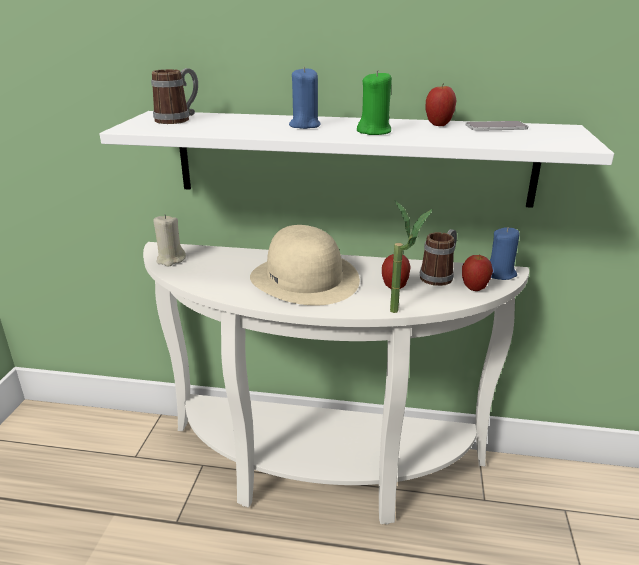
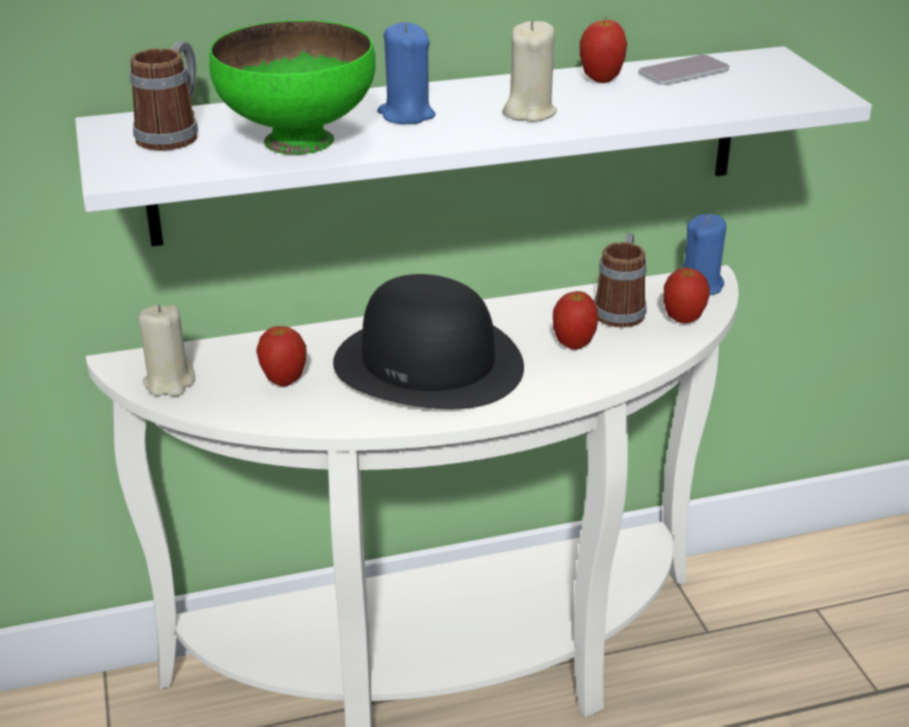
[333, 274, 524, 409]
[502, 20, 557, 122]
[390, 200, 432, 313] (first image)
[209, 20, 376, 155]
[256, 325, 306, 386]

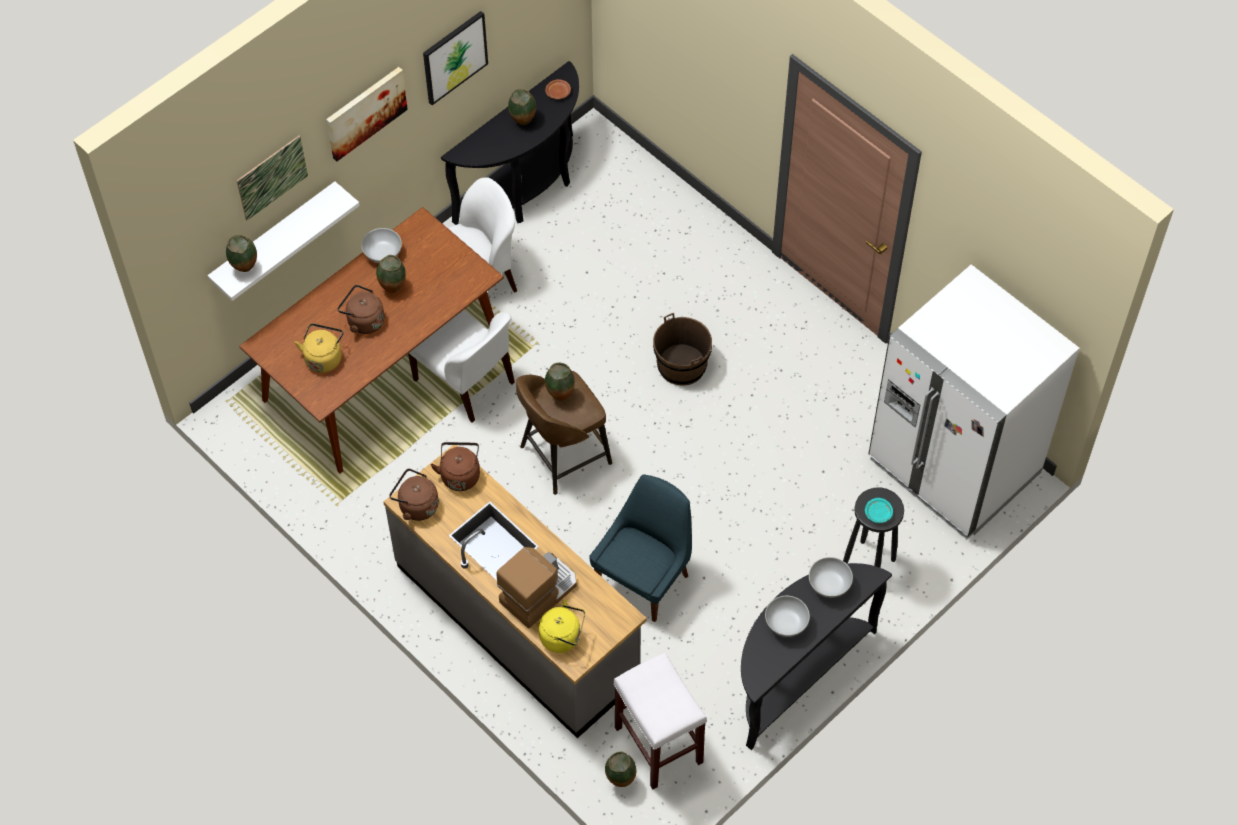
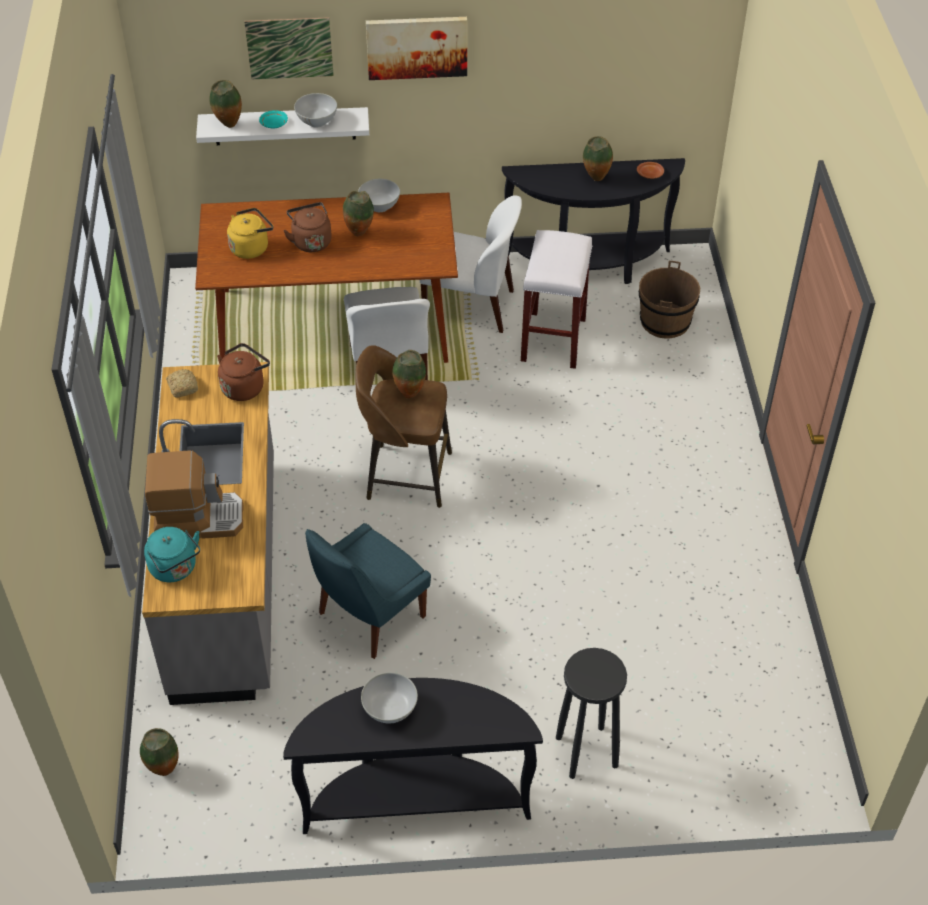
[166, 369, 198, 398]
[423, 11, 488, 105] (first image)
[144, 527, 200, 582]
[305, 523, 431, 659]
[521, 230, 592, 369]
[639, 261, 700, 339]
[294, 93, 337, 127]
[259, 110, 288, 128]
[868, 264, 1080, 540] (first image)

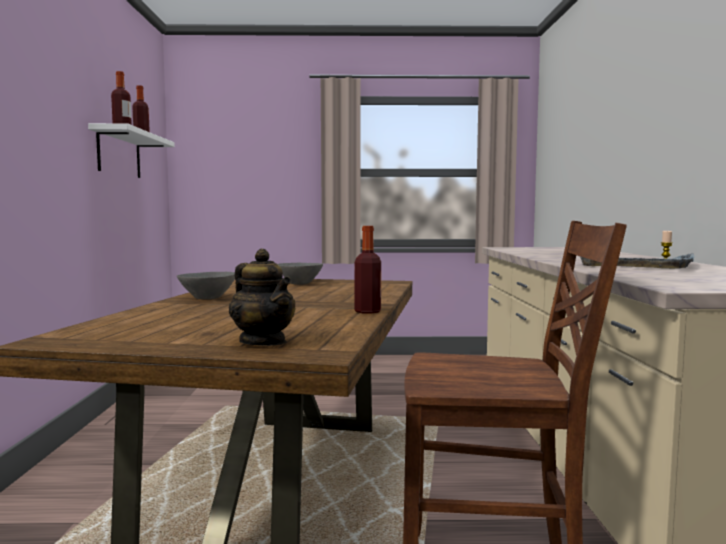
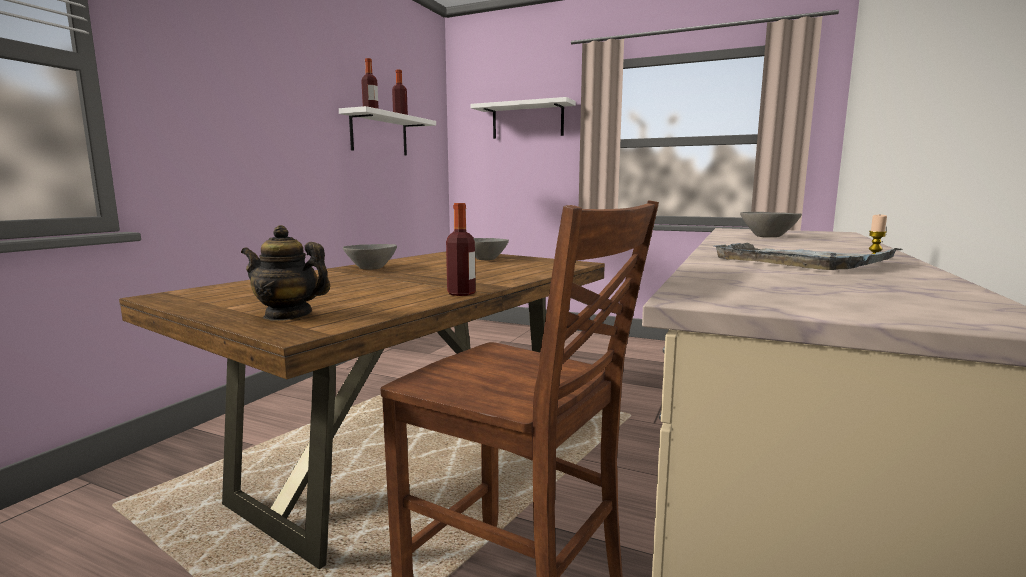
[241, 225, 330, 321]
[471, 97, 576, 139]
[740, 212, 802, 237]

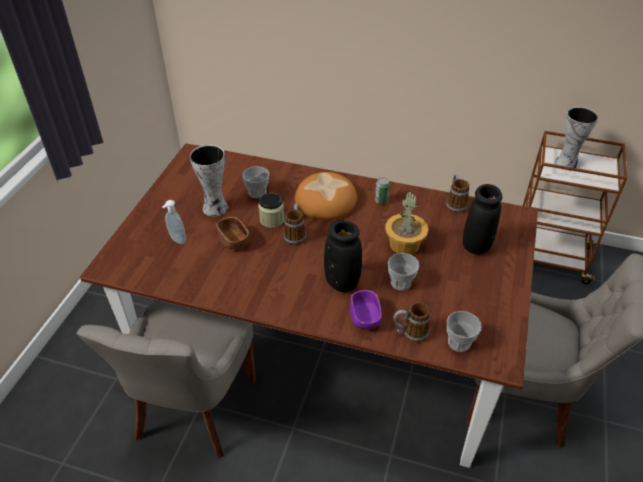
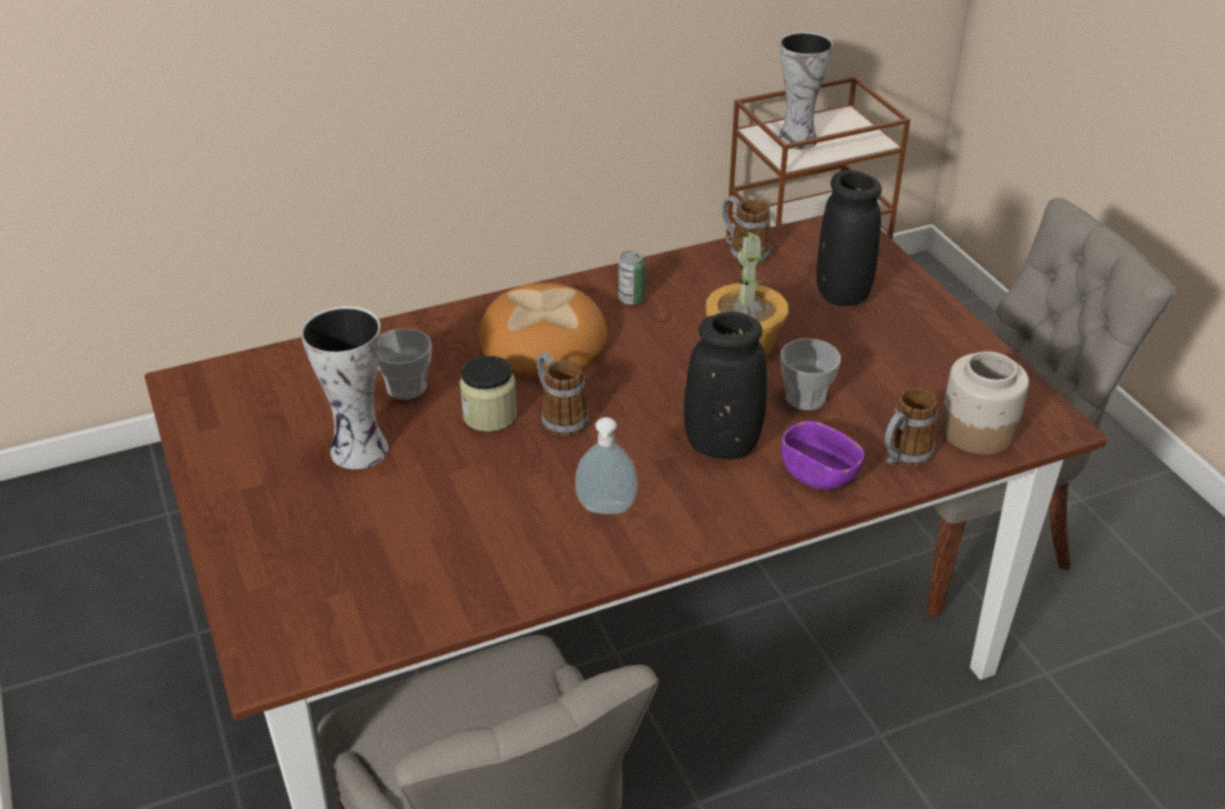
[575, 417, 638, 514]
[216, 217, 250, 249] (first image)
[940, 351, 1029, 455]

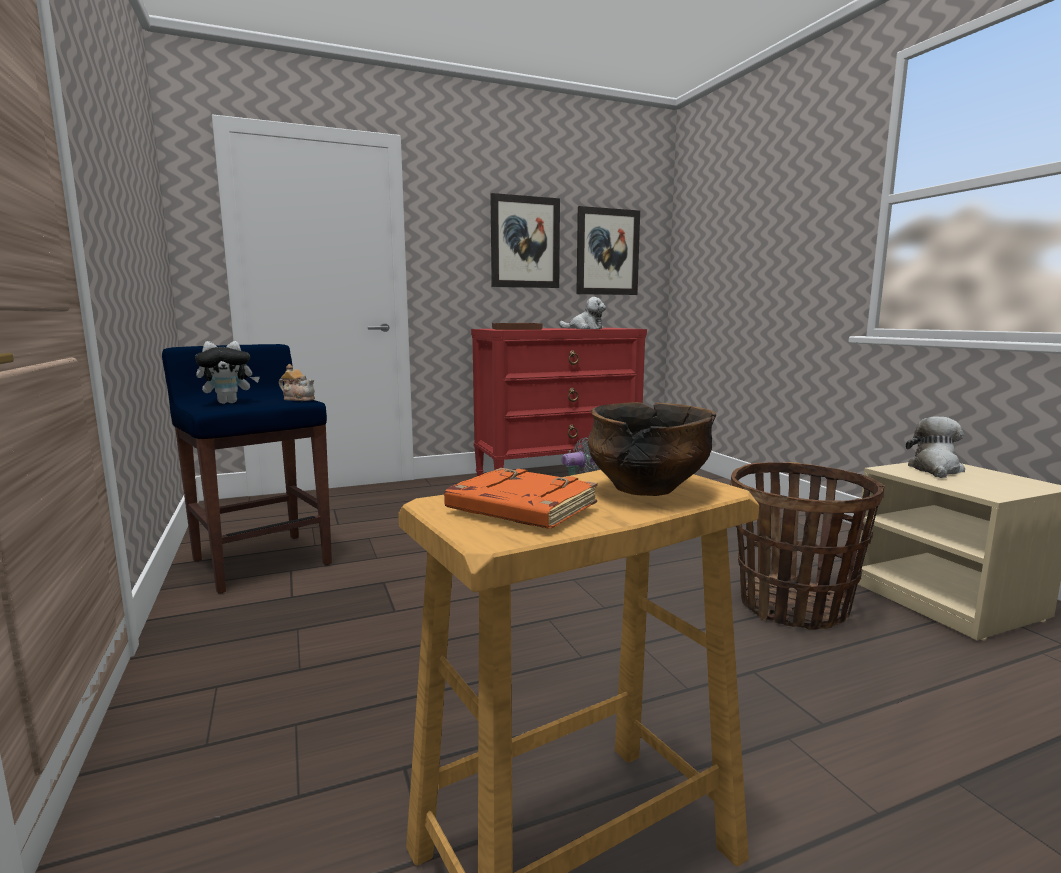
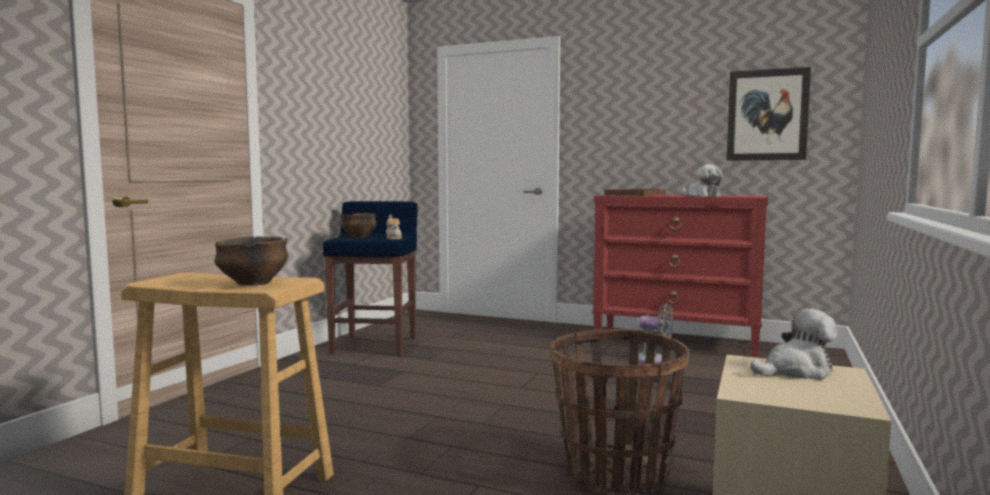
[340, 213, 377, 238]
[444, 468, 598, 529] (first image)
[490, 193, 560, 288] (first image)

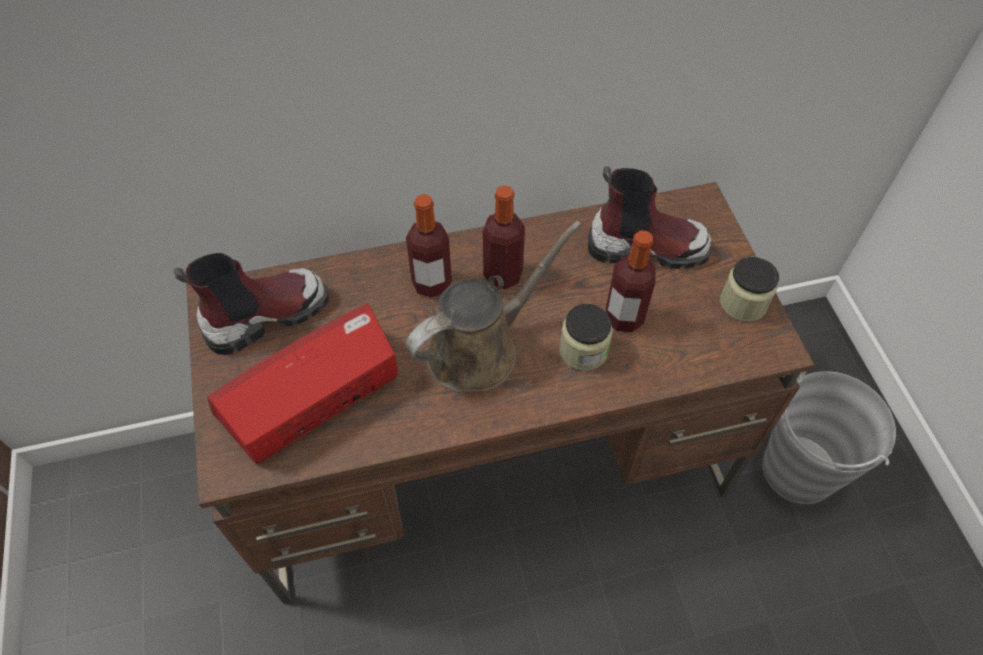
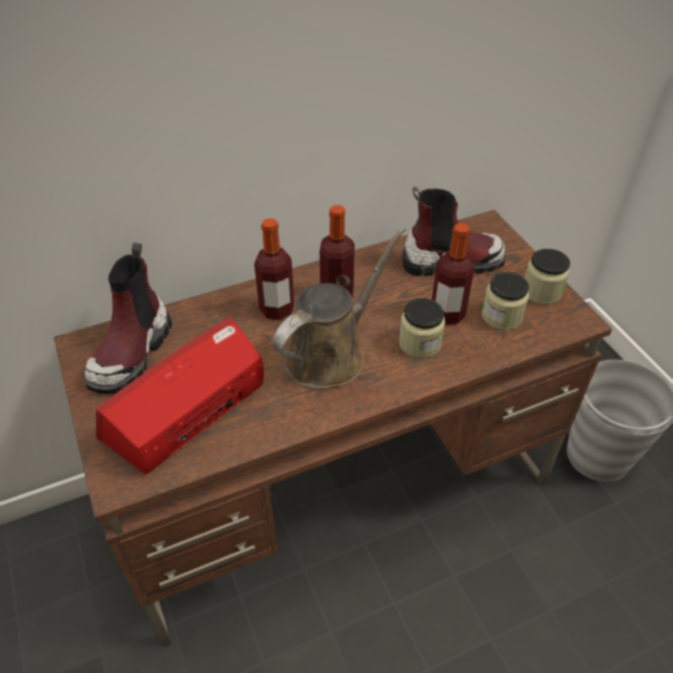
[85, 242, 172, 394]
[482, 272, 529, 330]

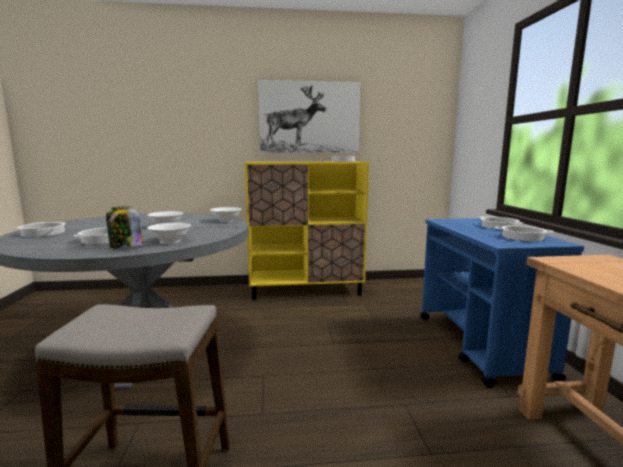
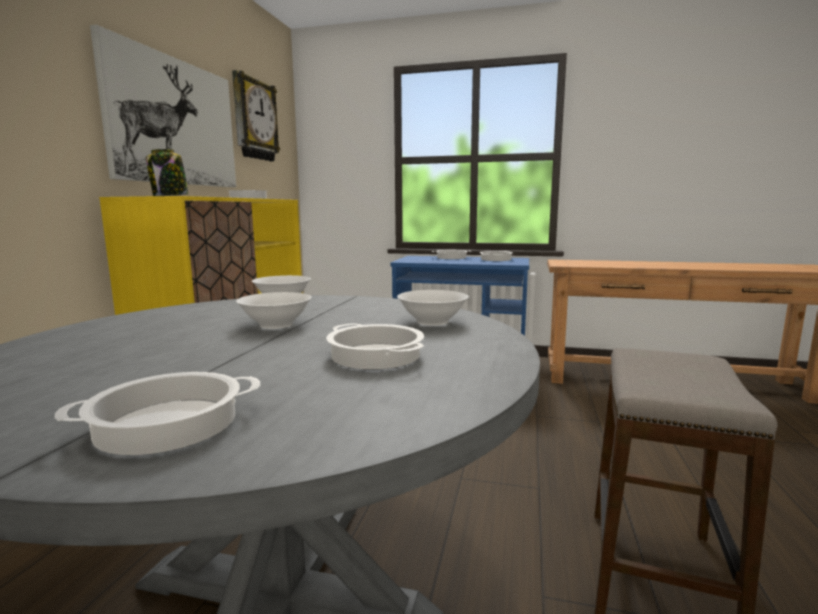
[146, 149, 189, 196]
[232, 70, 280, 161]

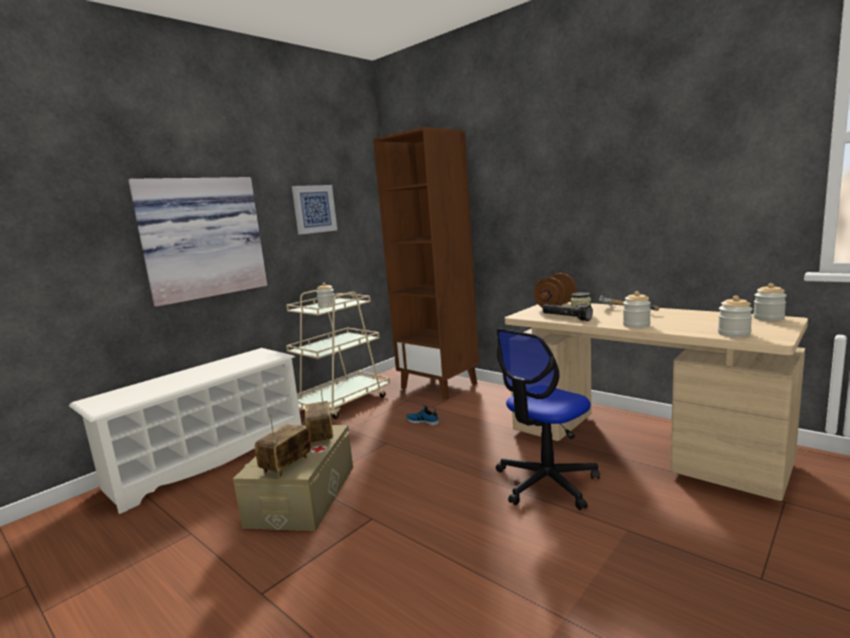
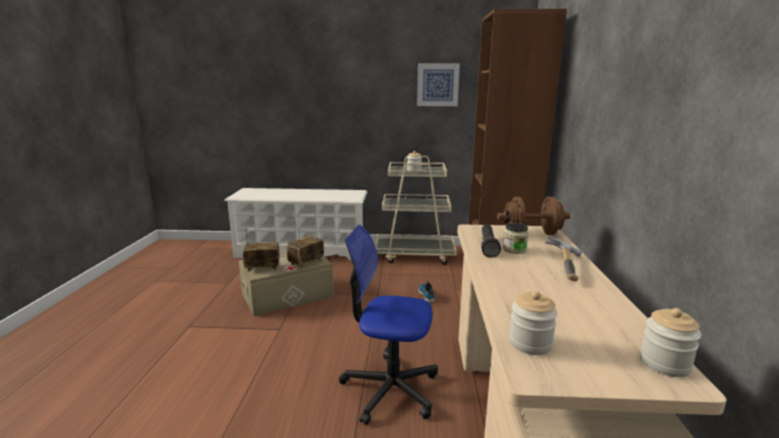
[128, 177, 267, 307] (first image)
[623, 291, 651, 328] (first image)

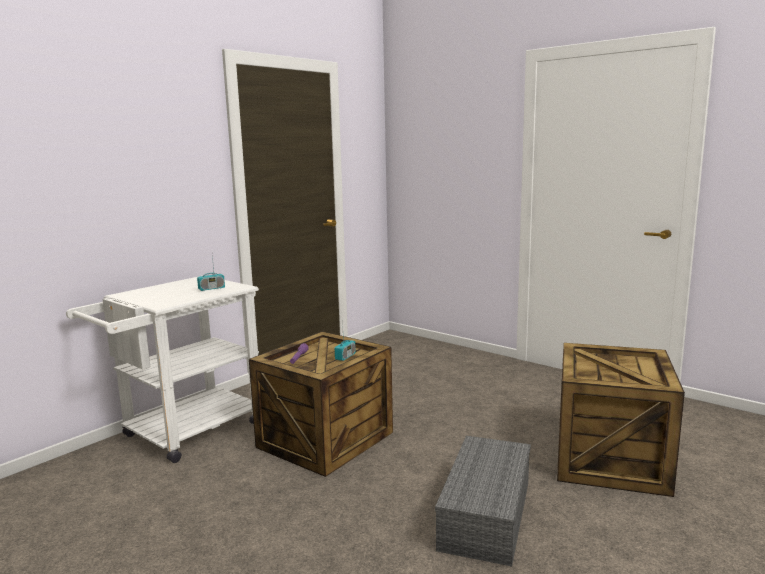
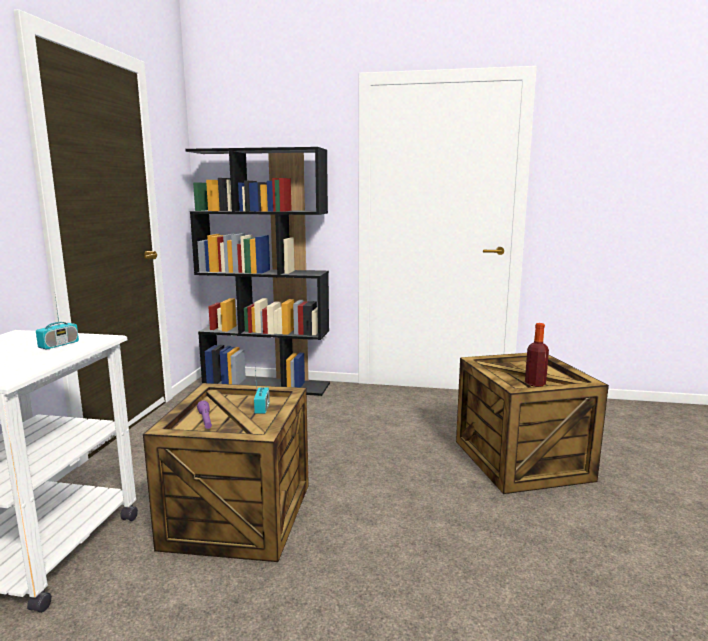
[435, 436, 531, 567] (first image)
[186, 147, 330, 396]
[525, 323, 549, 387]

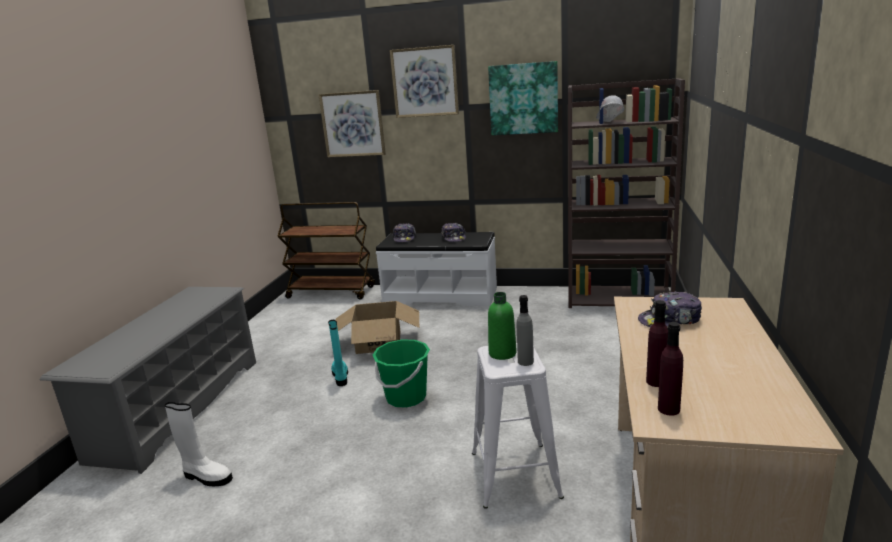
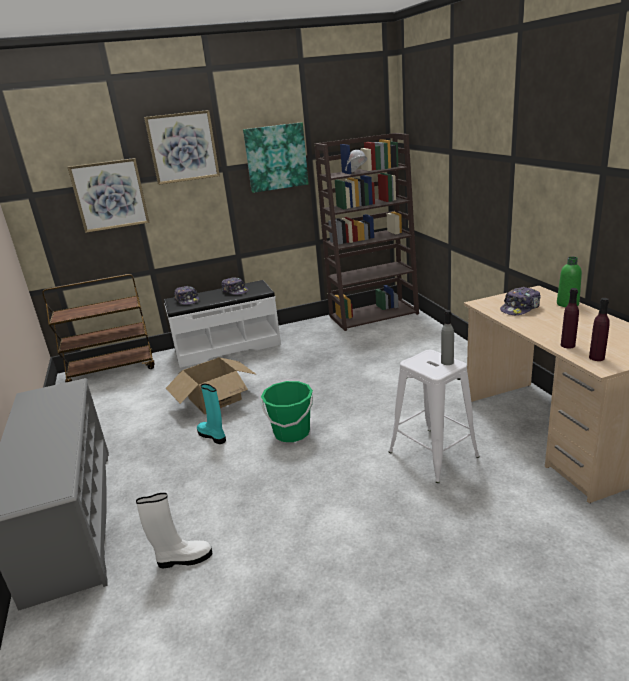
[557, 257, 582, 307]

